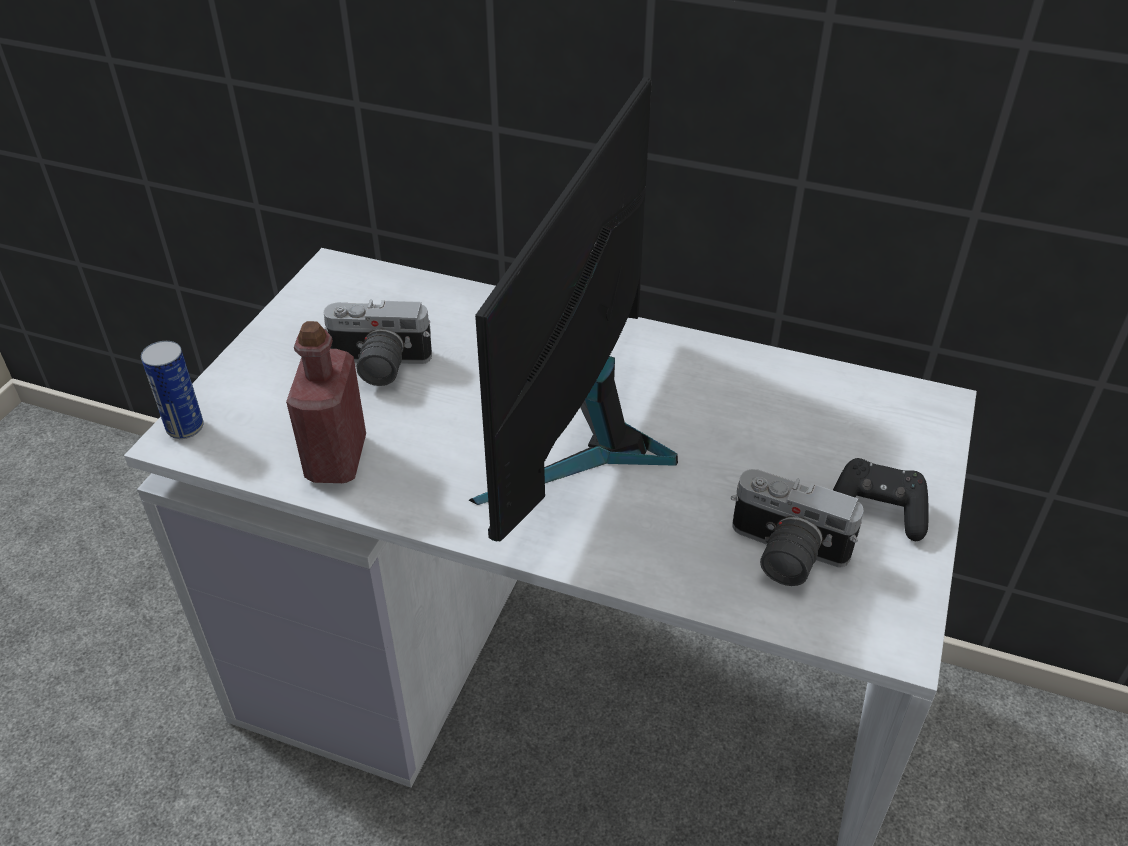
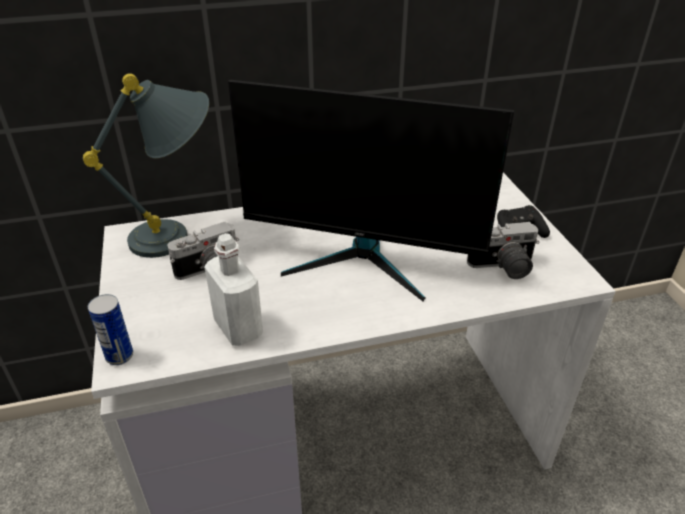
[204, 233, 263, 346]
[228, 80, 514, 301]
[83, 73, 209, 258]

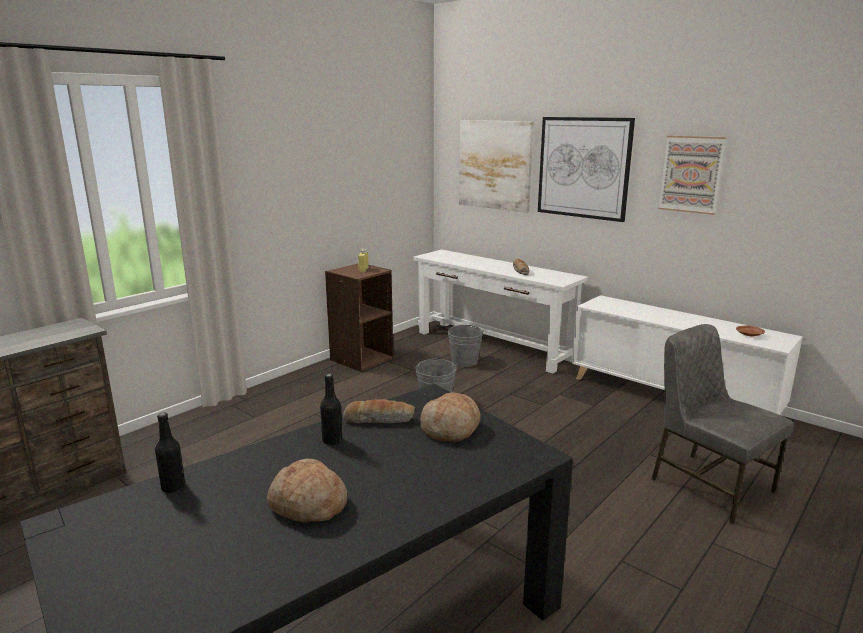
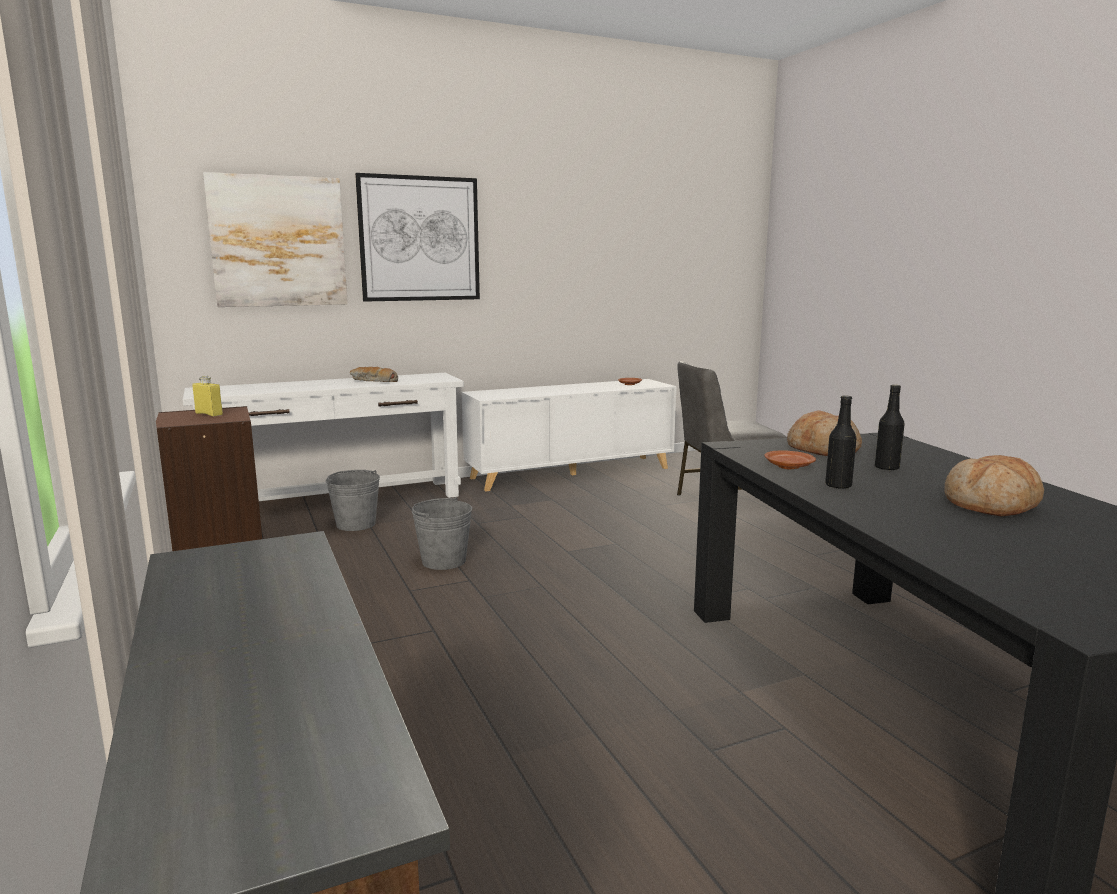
[875, 385, 905, 470]
[765, 450, 816, 469]
[658, 136, 726, 215] (first image)

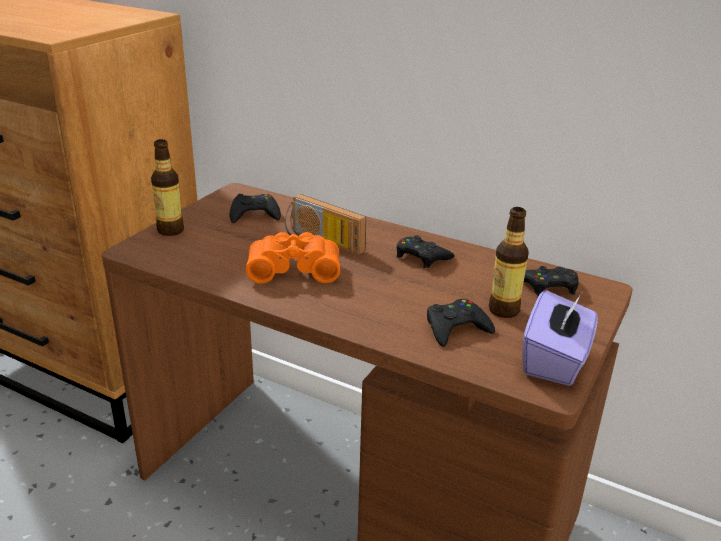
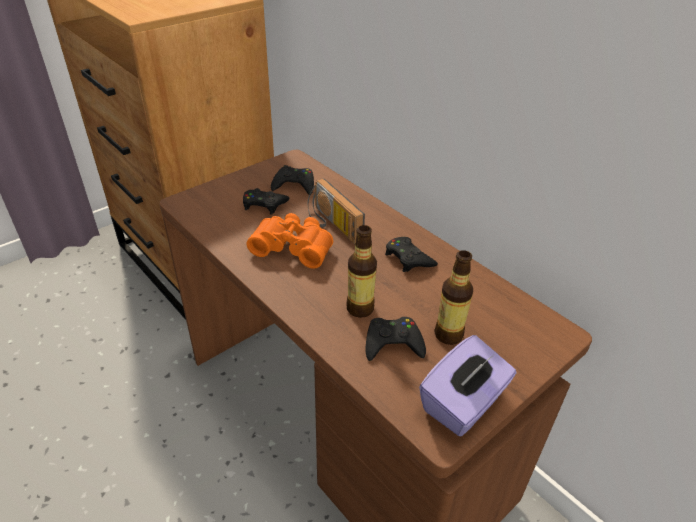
[346, 225, 377, 318]
[243, 188, 289, 215]

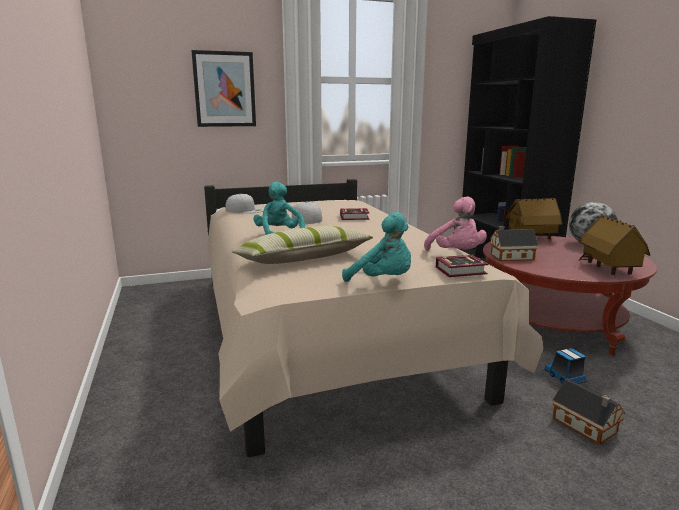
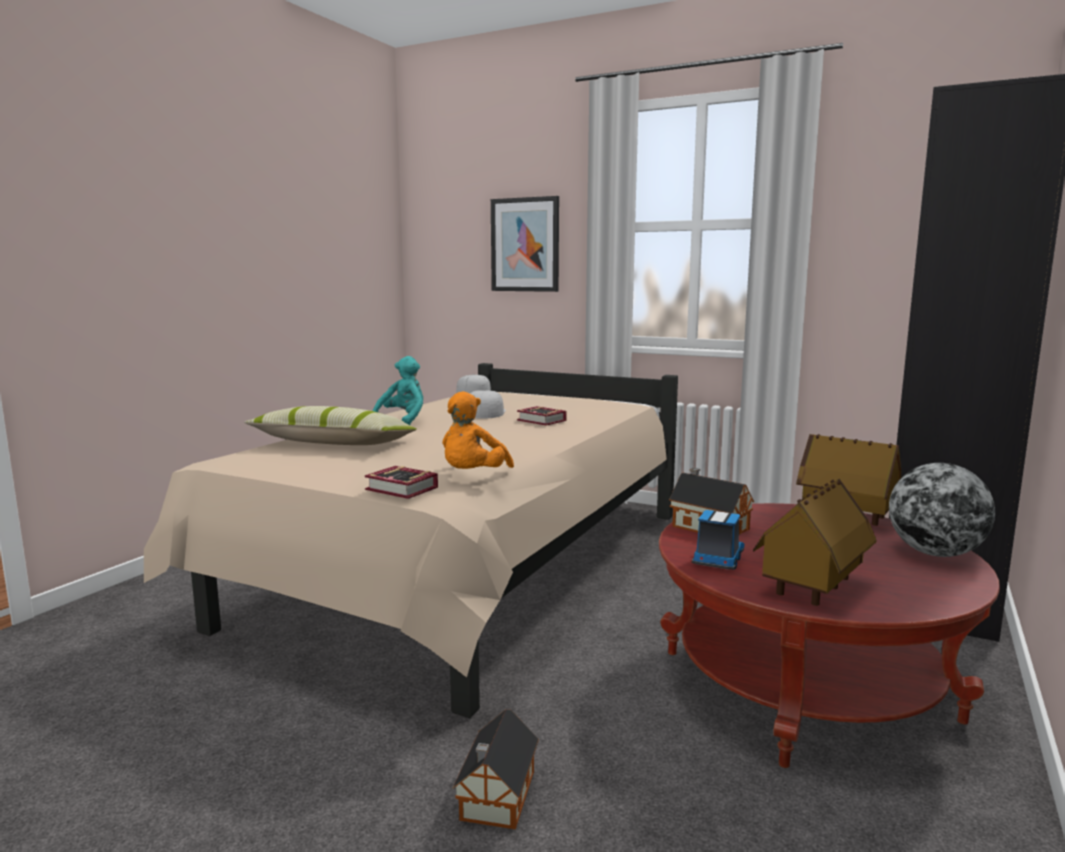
[342, 212, 411, 282] (first image)
[442, 391, 514, 469]
[691, 510, 745, 570]

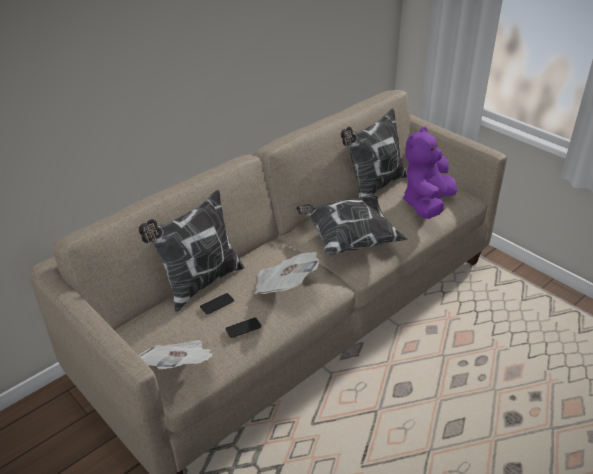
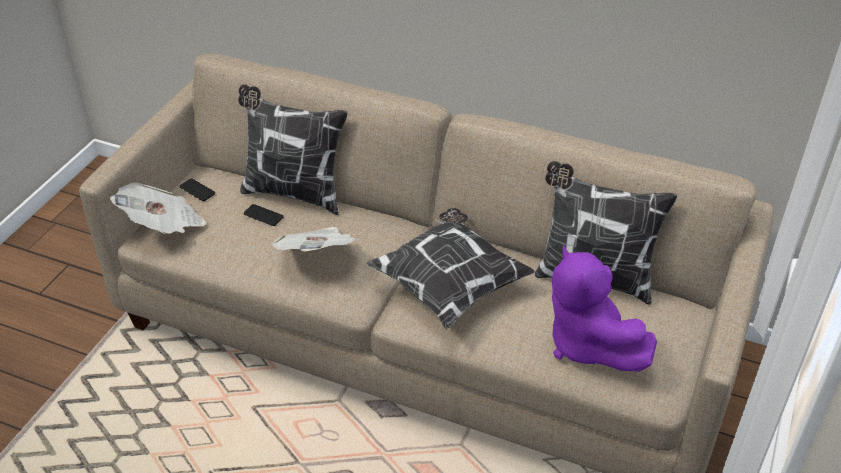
[180, 178, 215, 201]
[552, 245, 657, 371]

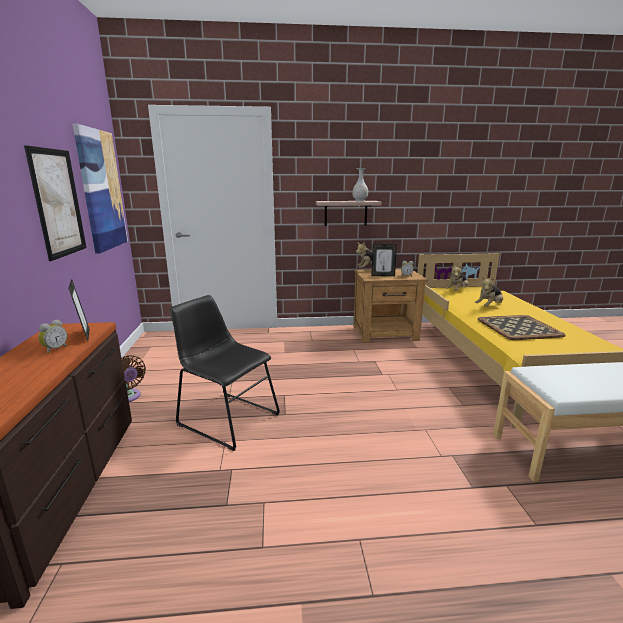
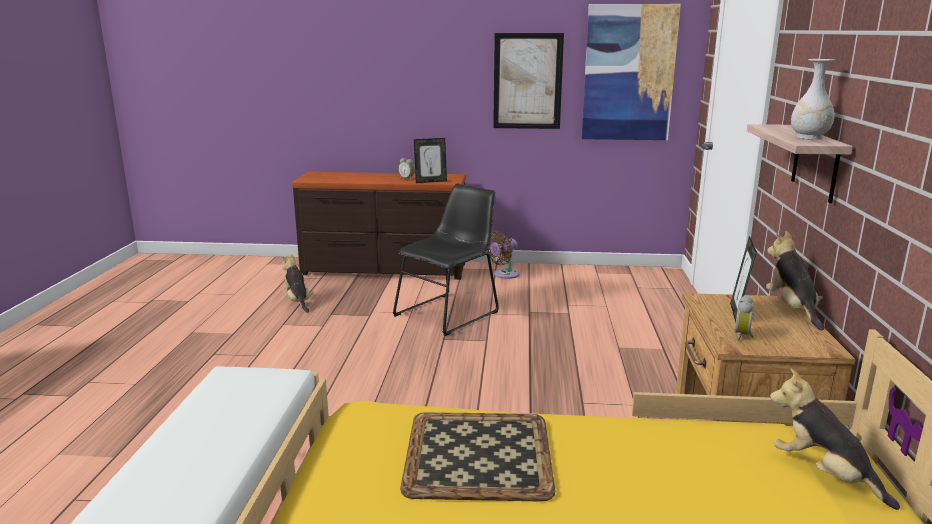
[282, 254, 314, 313]

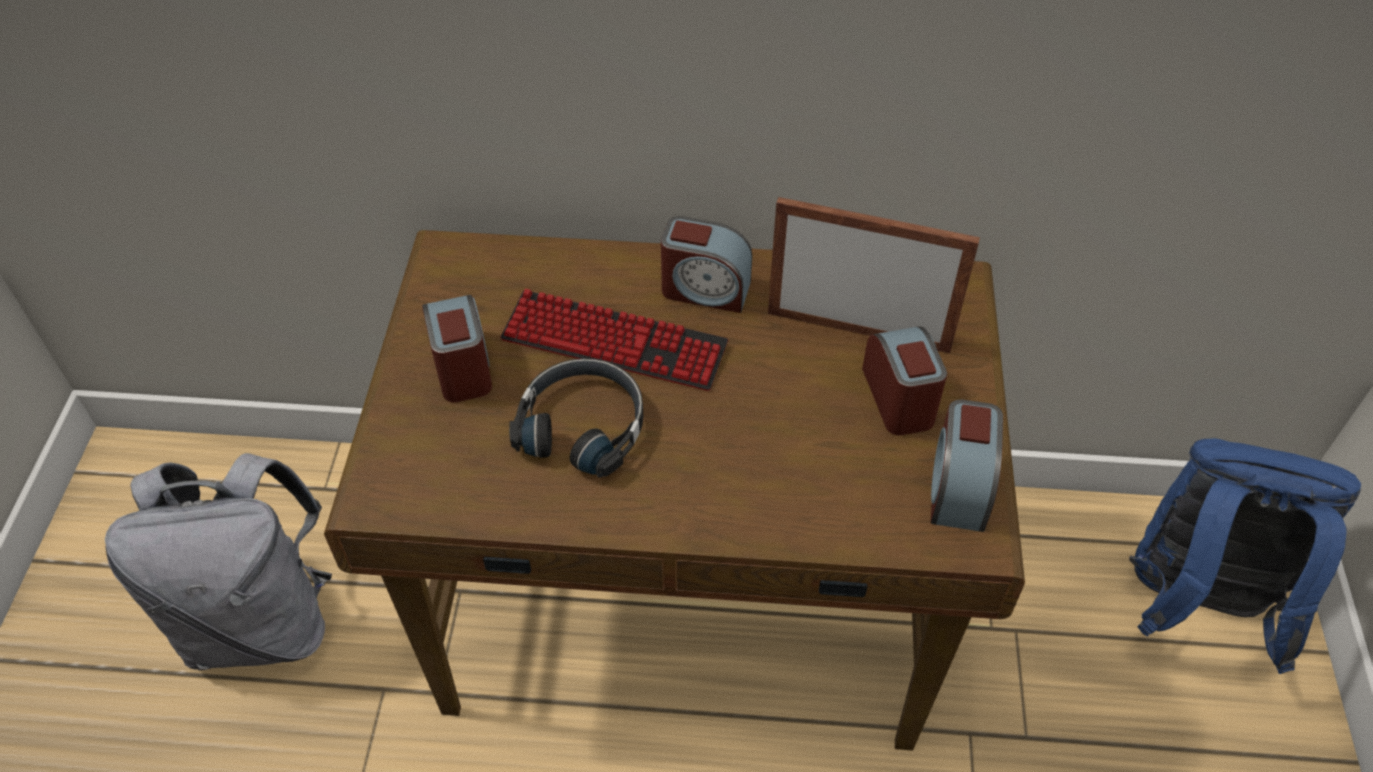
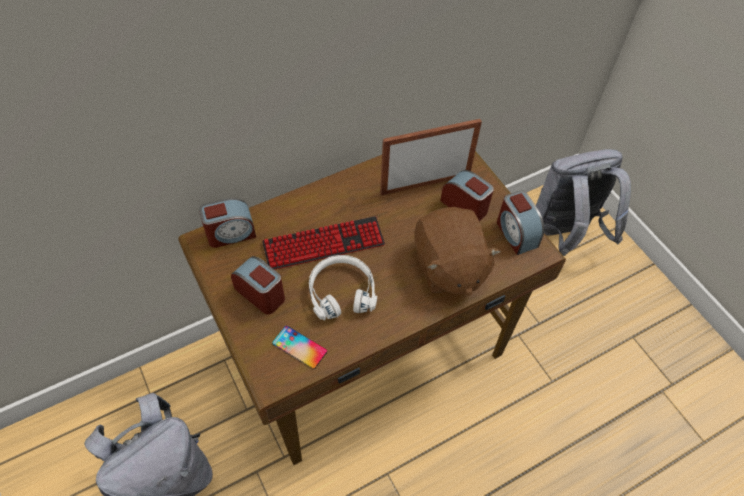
[309, 255, 377, 320]
[199, 198, 256, 248]
[536, 149, 631, 256]
[272, 326, 327, 369]
[414, 207, 501, 296]

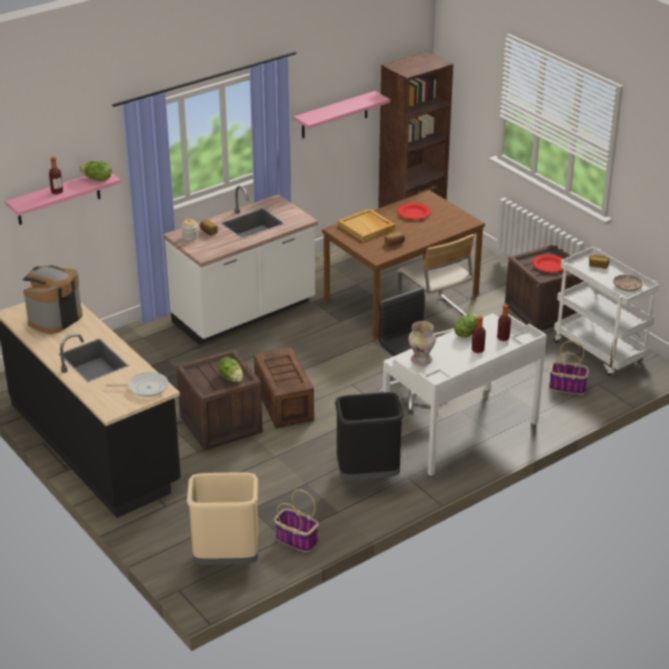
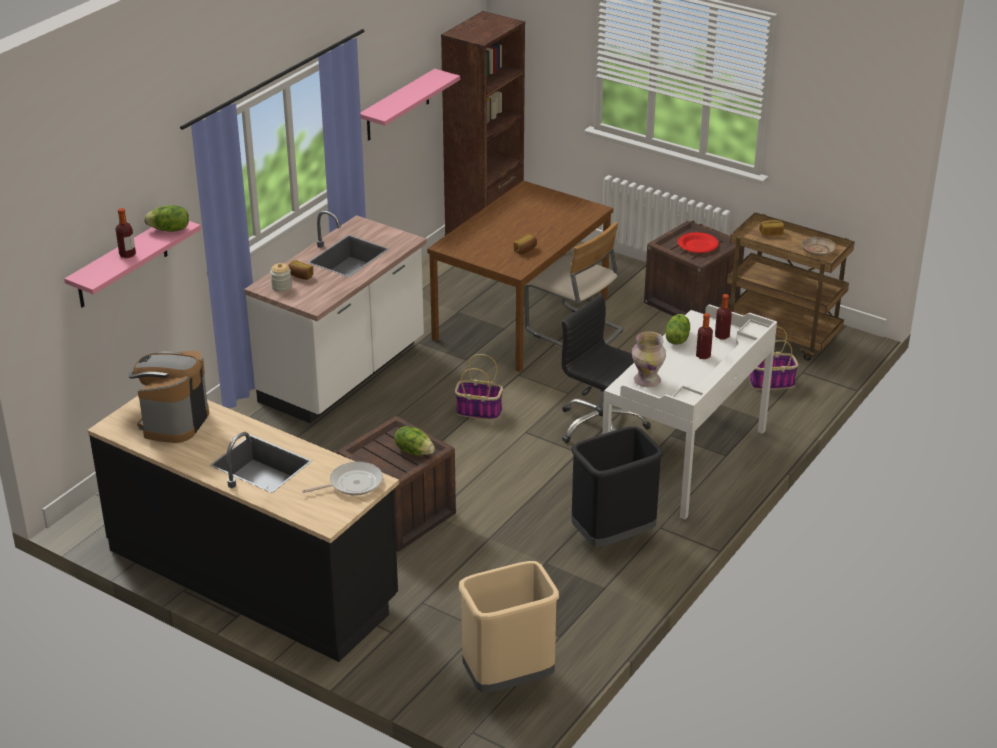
[254, 347, 314, 428] (first image)
[455, 354, 503, 420]
[338, 208, 395, 242] (first image)
[398, 203, 431, 219] (first image)
[727, 213, 855, 361]

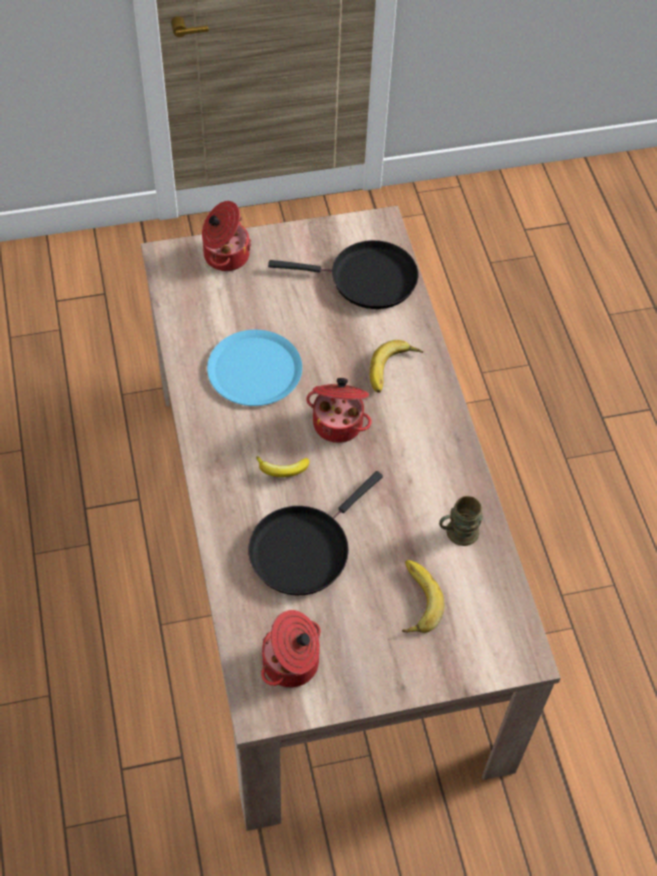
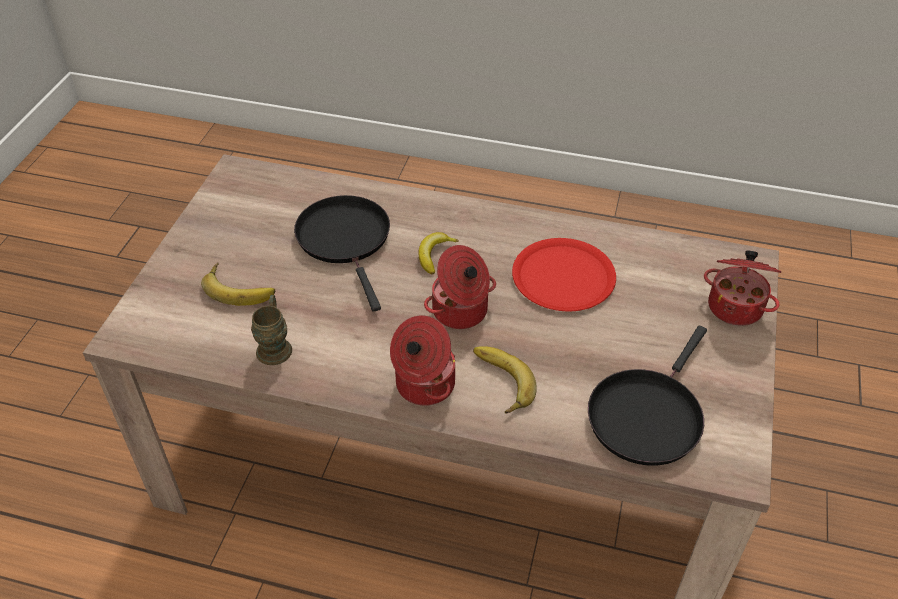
[512, 238, 616, 311]
[390, 315, 455, 406]

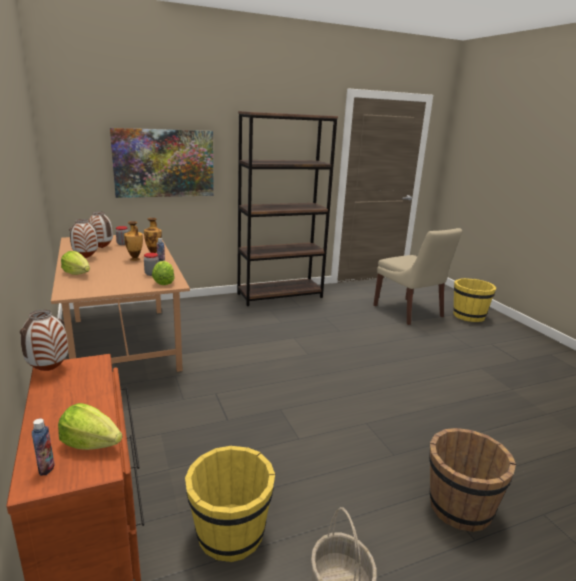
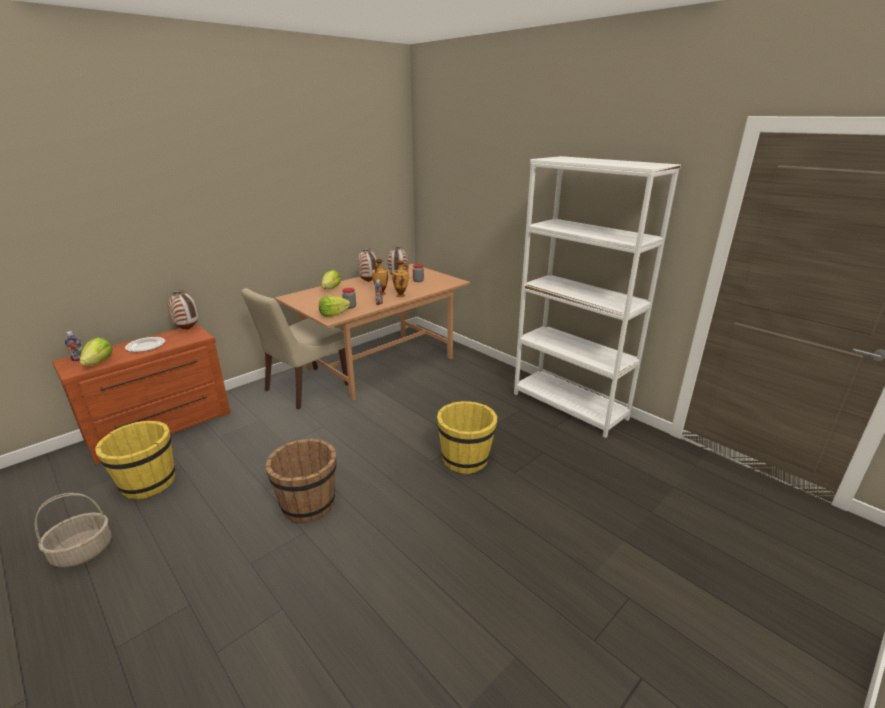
[110, 128, 214, 198] (first image)
[514, 156, 681, 438]
[241, 288, 349, 409]
[265, 438, 337, 523]
[437, 401, 497, 474]
[125, 337, 165, 352]

